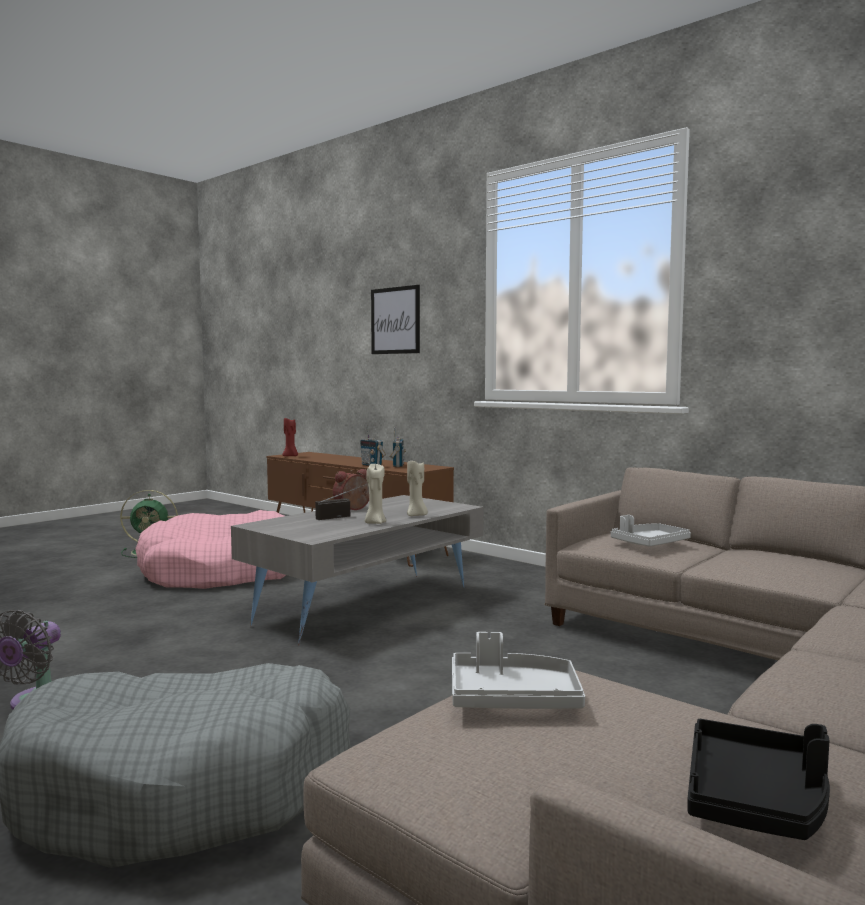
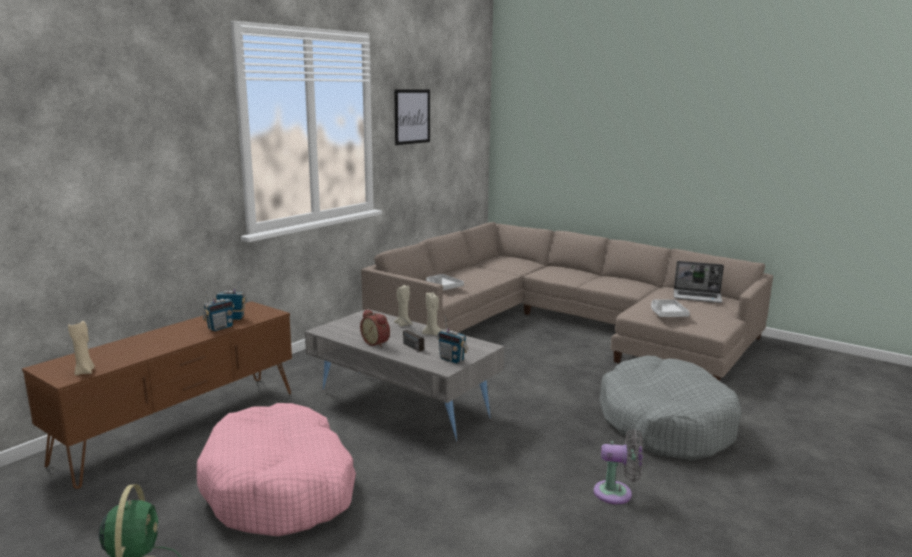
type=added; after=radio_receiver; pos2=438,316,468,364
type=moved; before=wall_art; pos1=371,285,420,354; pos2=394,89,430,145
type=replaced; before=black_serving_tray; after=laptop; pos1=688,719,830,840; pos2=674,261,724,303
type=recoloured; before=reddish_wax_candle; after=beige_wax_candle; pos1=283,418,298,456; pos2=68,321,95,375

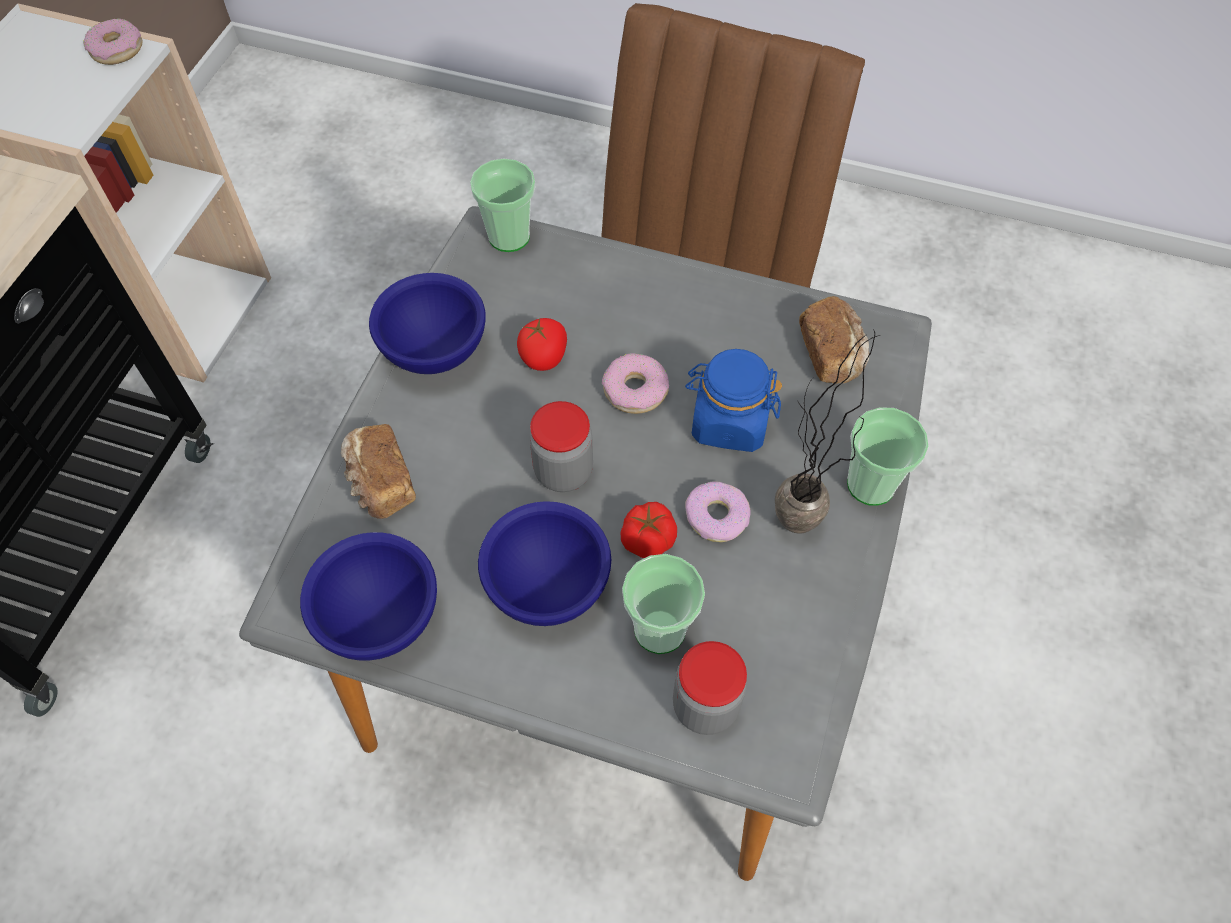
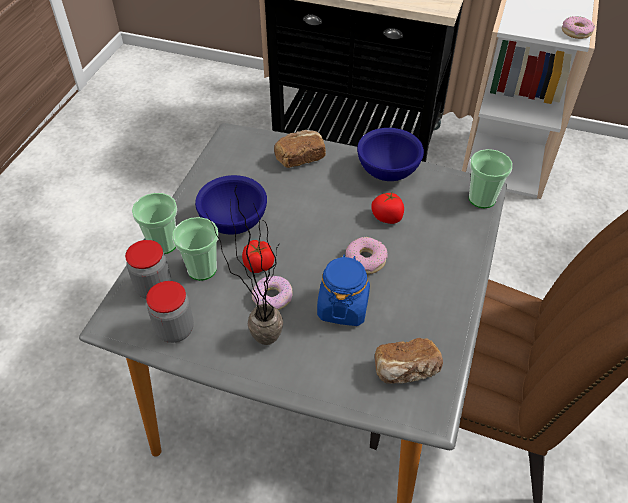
type=removed; before=bluish_deep_dish; pos1=300,532,437,660
type=moved; before=preserve_jar; pos1=529,401,593,492; pos2=146,281,194,343
type=moved; before=cup; pos1=847,407,929,506; pos2=132,193,177,254

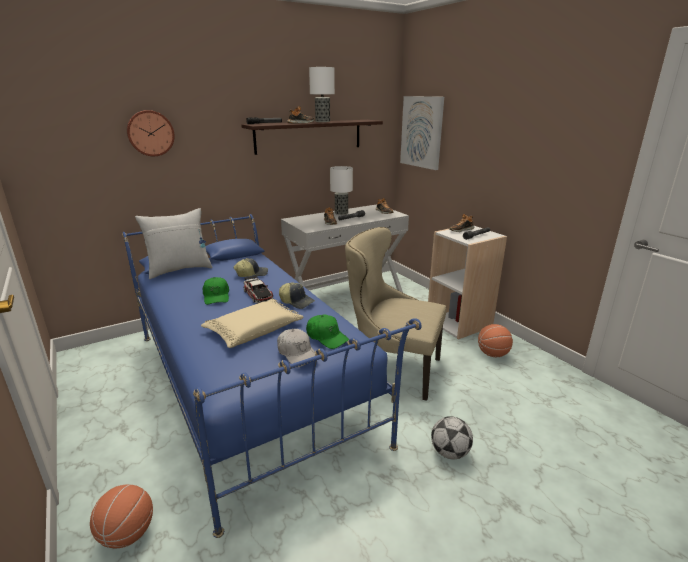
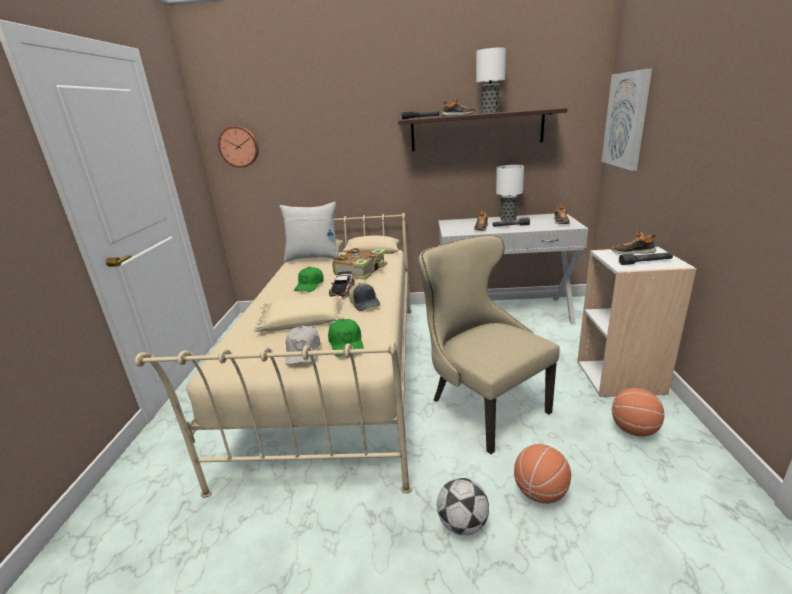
type=moved; before=ball_for_basketball; pos1=90,484,153,548; pos2=514,444,571,504
type=moved; before=hanging_clock; pos1=127,110,175,156; pos2=218,126,259,168
type=replaced; before=baseball_cap; after=book; pos1=234,258,268,277; pos2=332,248,387,280
type=recoloured; before=bluish_bed; after=beige_bed; pos1=122,214,422,538; pos2=135,213,412,498

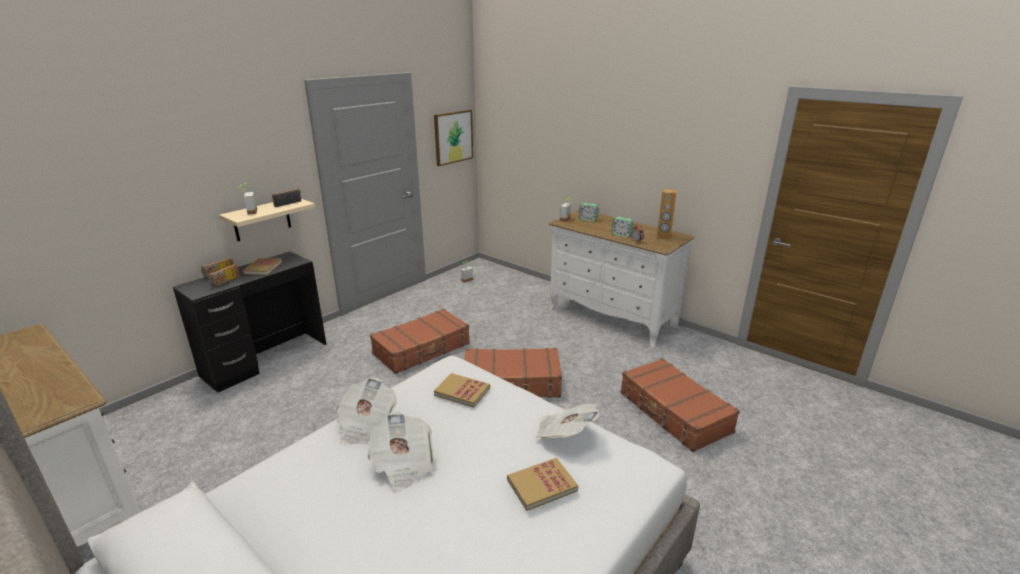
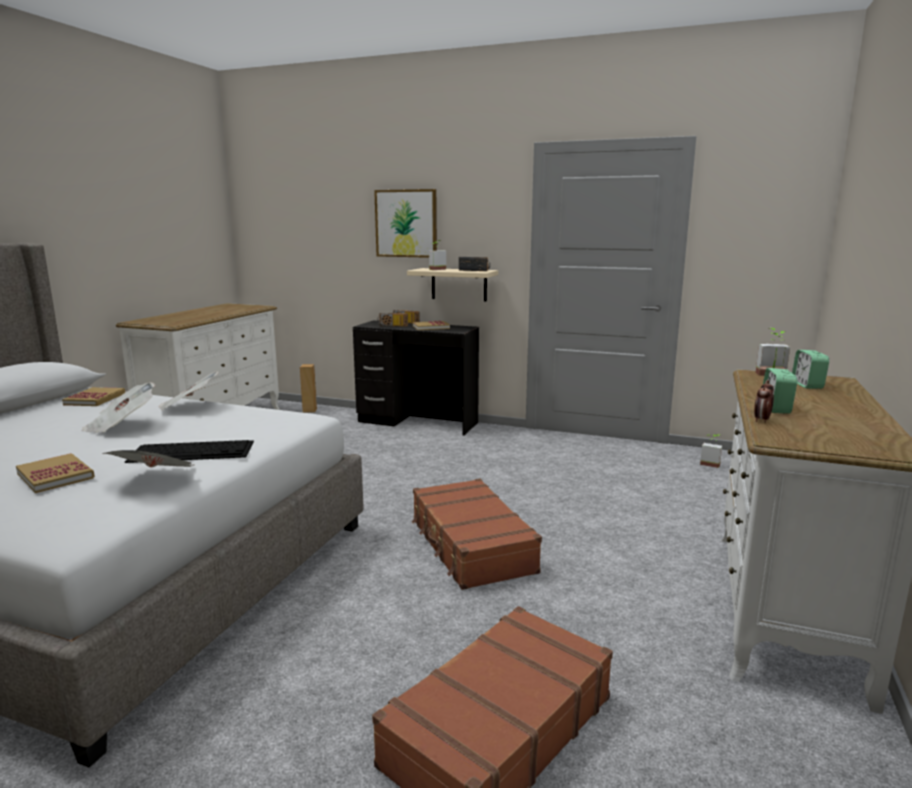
type=removed; before=brown-coloured_suitcase; pos1=370,308,470,374
type=added; after=computer_keyboard; pos2=125,440,254,463
type=moved; before=wall_art; pos1=434,110,473,166; pos2=374,189,437,258
type=moved; before=book; pos1=434,373,490,408; pos2=62,387,125,406
type=moved; before=brown-coloured_audio_speaker; pos1=657,189,677,240; pos2=300,364,317,413

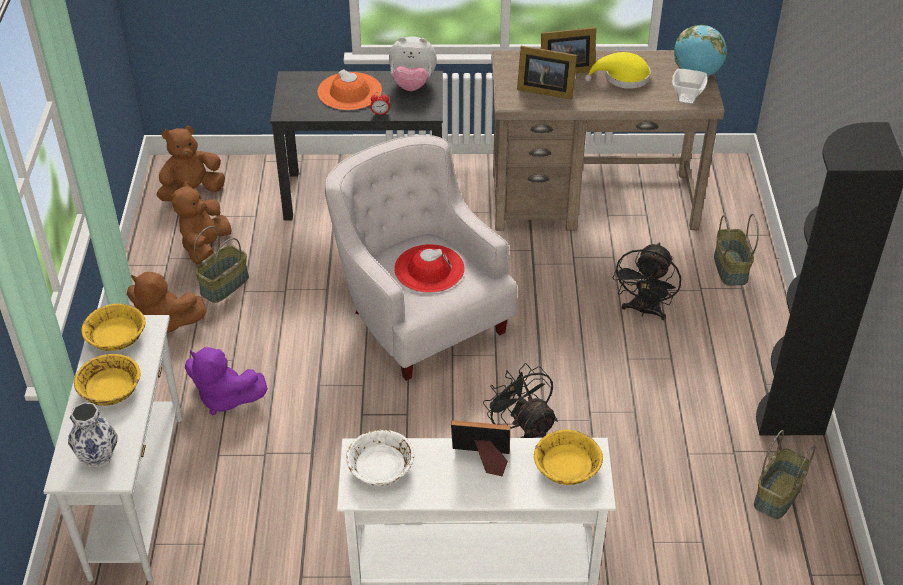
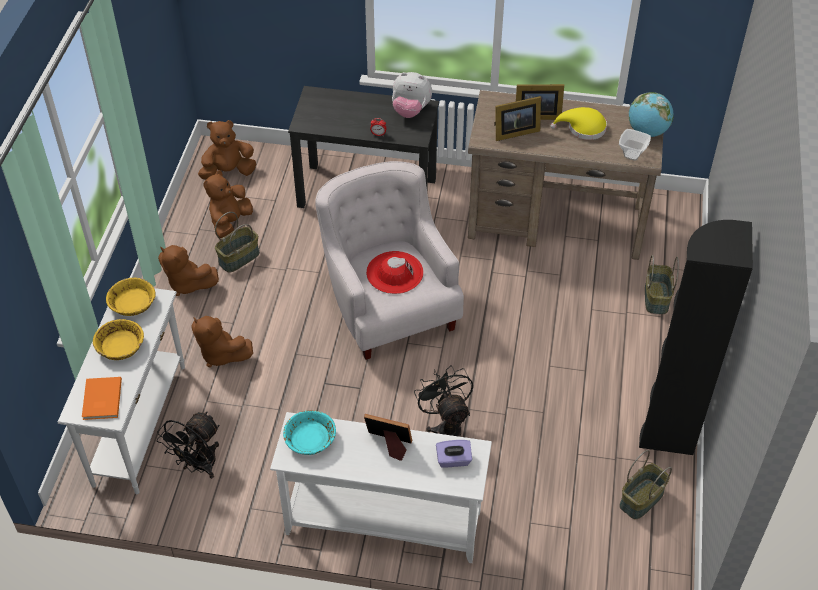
type=removed; before=orange-coloured_hat; pos1=317,69,382,110
type=moved; before=black_fan; pos1=613,242,681,321; pos2=157,412,219,479
type=replaced; before=flower_vase; after=orange-coloured_book; pos1=68,403,117,468; pos2=82,377,122,420
type=replaced; before=yellowish_deep_dish; after=purplish_box_of_tissues; pos1=534,429,603,485; pos2=436,440,472,468
type=recoloured; before=purplish_cuddly_toy; after=brown-coloured_cuddly_toy; pos1=185,347,268,415; pos2=191,316,253,368
type=recoloured; before=whitish_deep_dish; after=turquoise-coloured_deep_dish; pos1=346,430,414,486; pos2=283,410,336,455
type=turned; before=standing_frame; pos1=517,46,577,100; pos2=494,96,541,141; turn=-45

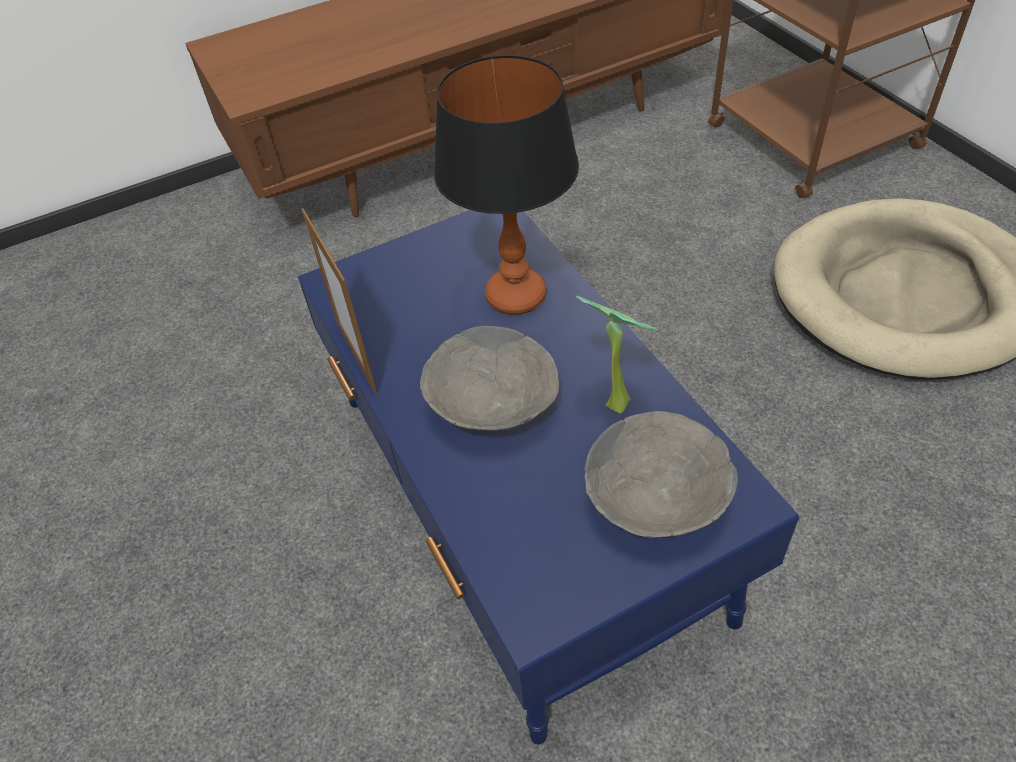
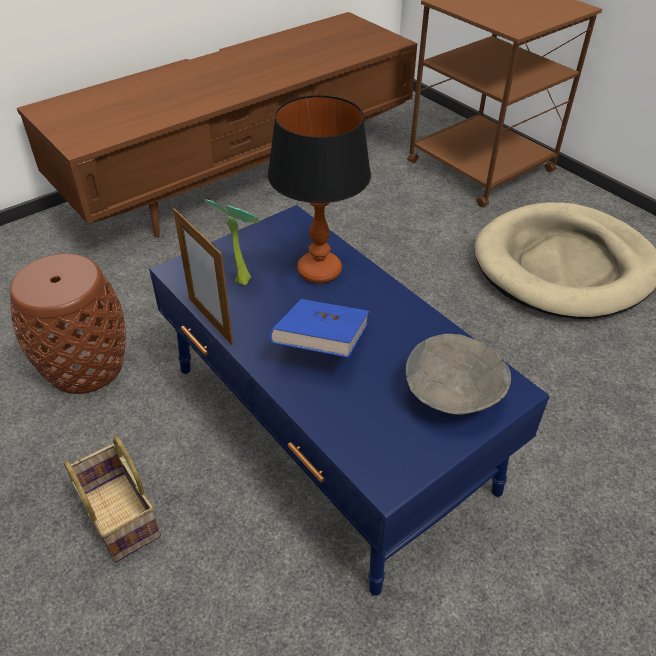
type=added; after=brown-coloured_sitting_stool; pos2=10,254,126,394
type=added; after=storage_basket; pos2=64,436,161,562
type=moved; before=plant_in_a_pot; pos1=576,295,658,414; pos2=205,199,259,285
type=replaced; before=grey_deep_dish; after=bluish_book; pos1=420,326,559,431; pos2=270,299,369,357

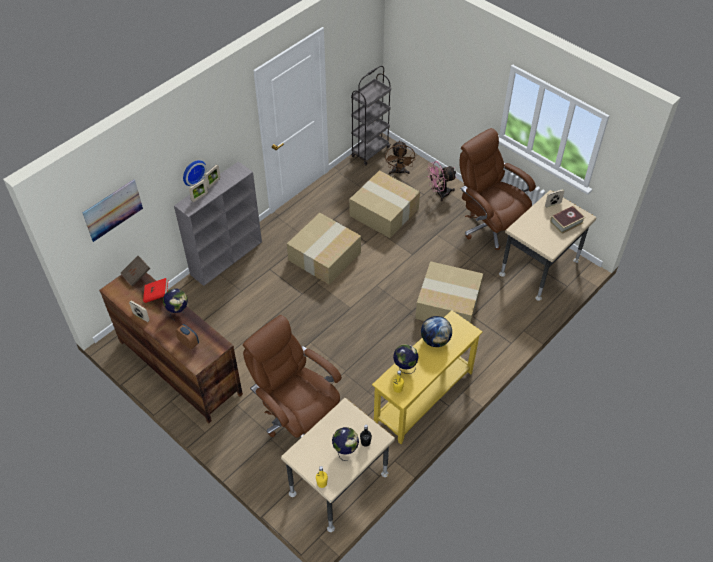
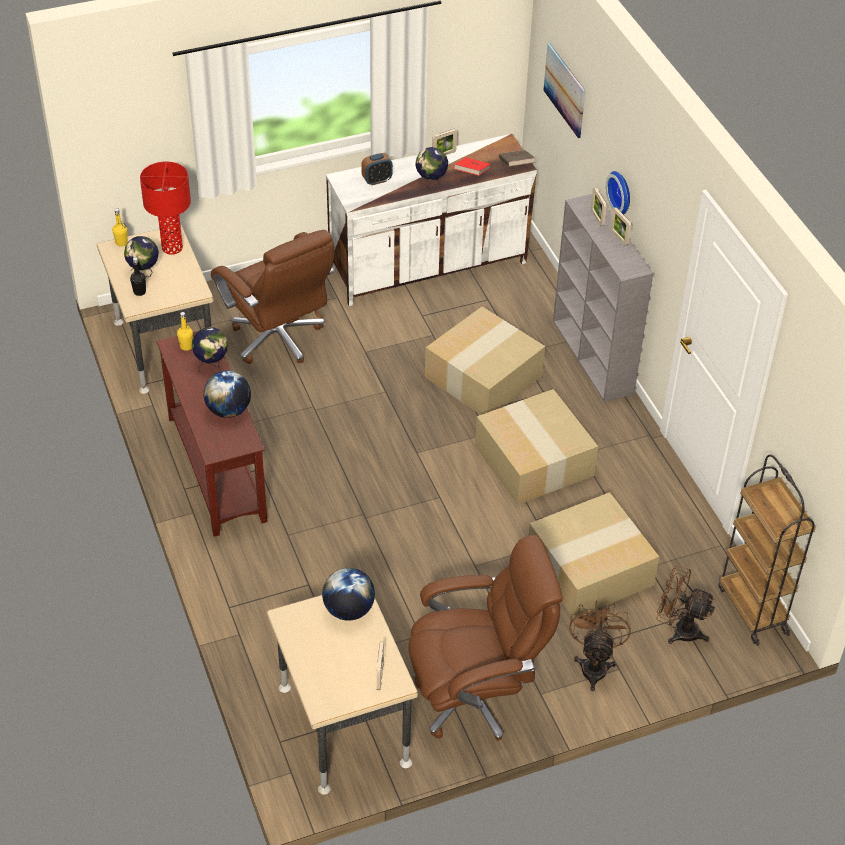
type=removed; before=book; pos1=550,206,585,234
type=added; after=reddish_tabletop_lamp; pos2=140,162,191,255
type=added; after=desk_globe; pos2=322,568,375,621
type=moved; before=packing_box; pos1=415,261,483,323; pos2=425,307,545,415
type=recoloured; before=brown-coloured_storage_cabinet; after=whitish_storage_cabinet; pos1=99,272,243,423; pos2=326,134,537,306
type=recoloured; before=grey_cart; after=brown-coloured_cart; pos1=351,66,391,165; pos2=719,455,816,646
type=recoloured; before=yellowish_hall_table; after=brown-coloured_hall_table; pos1=372,310,483,444; pos2=156,331,268,537
type=recoloured; before=pink-coloured_fan; after=brown-coloured_fan; pos1=428,161,456,201; pos2=569,600,631,691
type=turned; before=brown-coloured_office_chair; pos1=243,315,342,438; pos2=211,230,334,364; turn=75

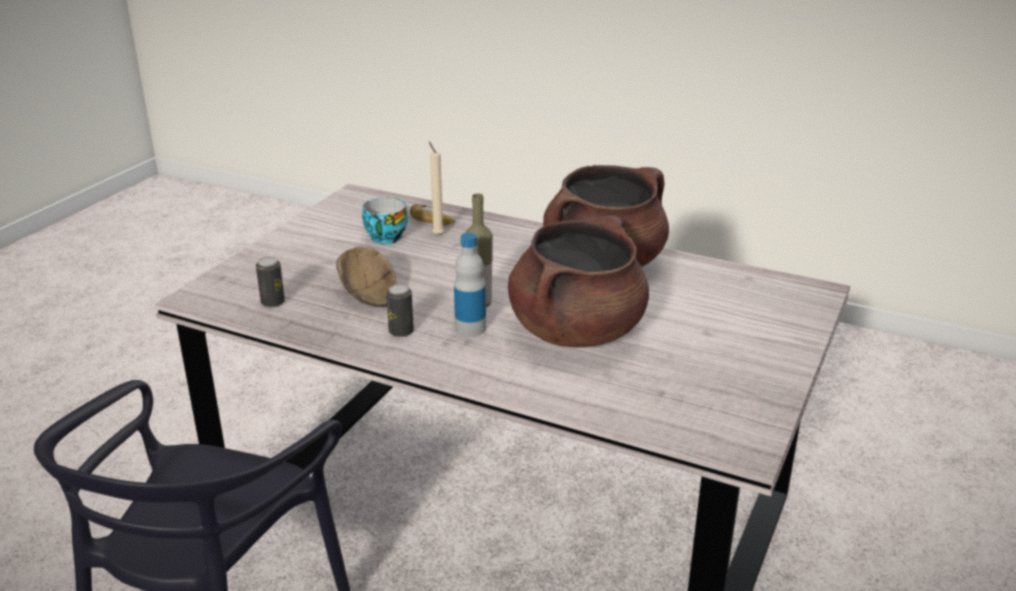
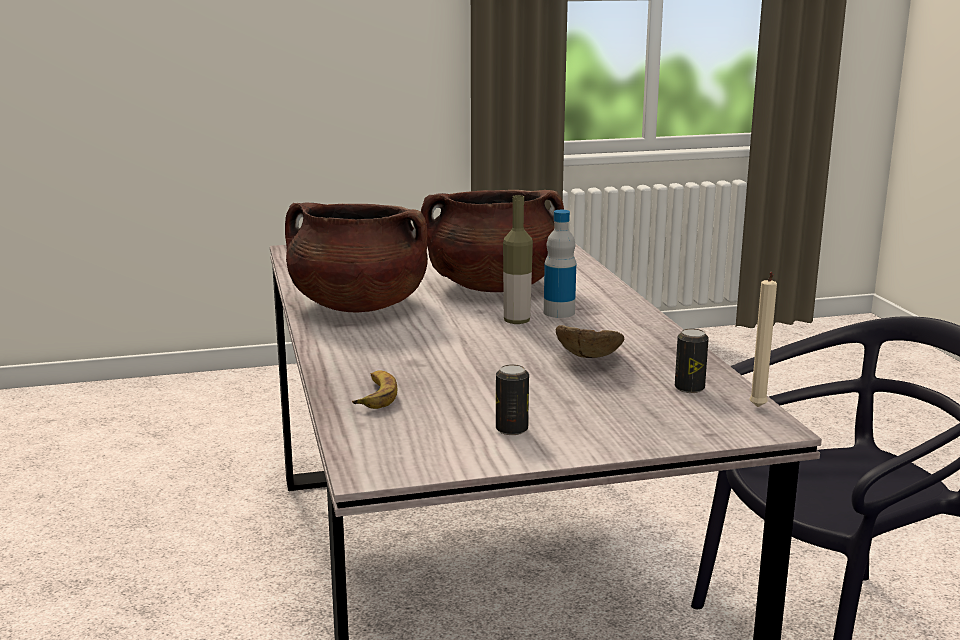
type=removed; before=cup; pos1=362,197,408,244
type=moved; before=can; pos1=386,284,414,337; pos2=496,364,529,435
type=moved; before=beige_wax_candle; pos1=429,141,444,236; pos2=749,272,777,407

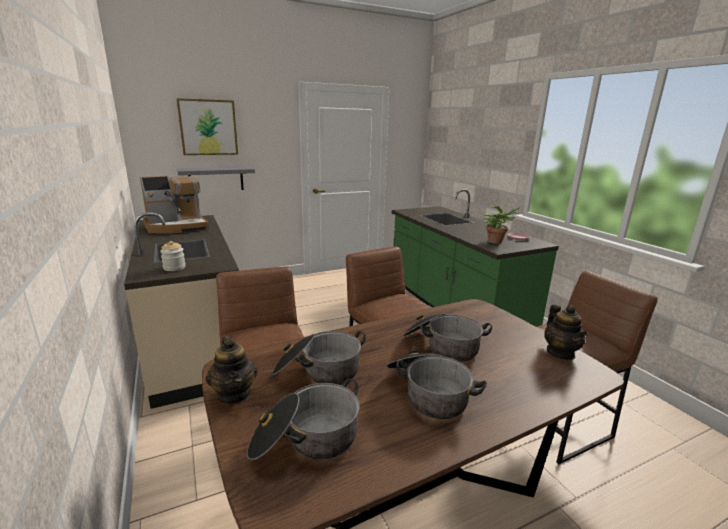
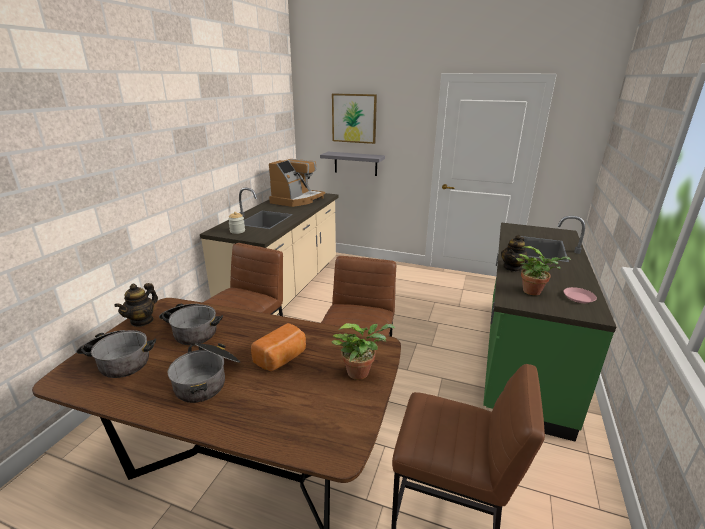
type=added; after=plant_in_a_pot; pos2=331,323,395,380
type=moved; before=tea_pot; pos1=544,304,588,360; pos2=501,235,528,272
type=replaced; before=stockpot; after=bakery_bread; pos1=402,313,493,362; pos2=251,323,306,371
type=turned; before=coffee_maker; pos1=140,176,209,233; pos2=269,159,325,207; turn=-75

